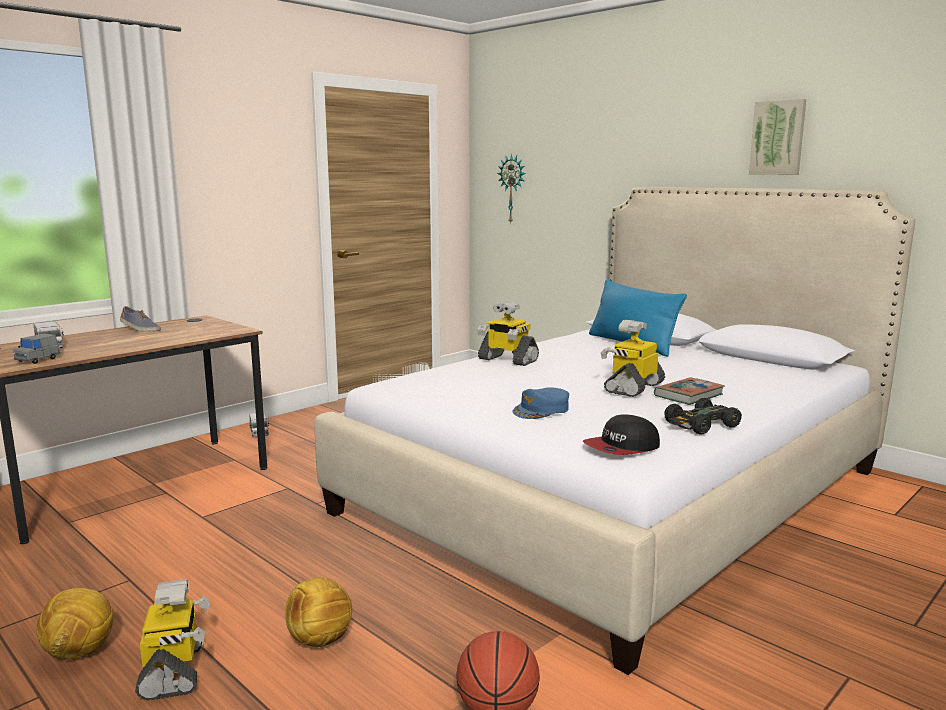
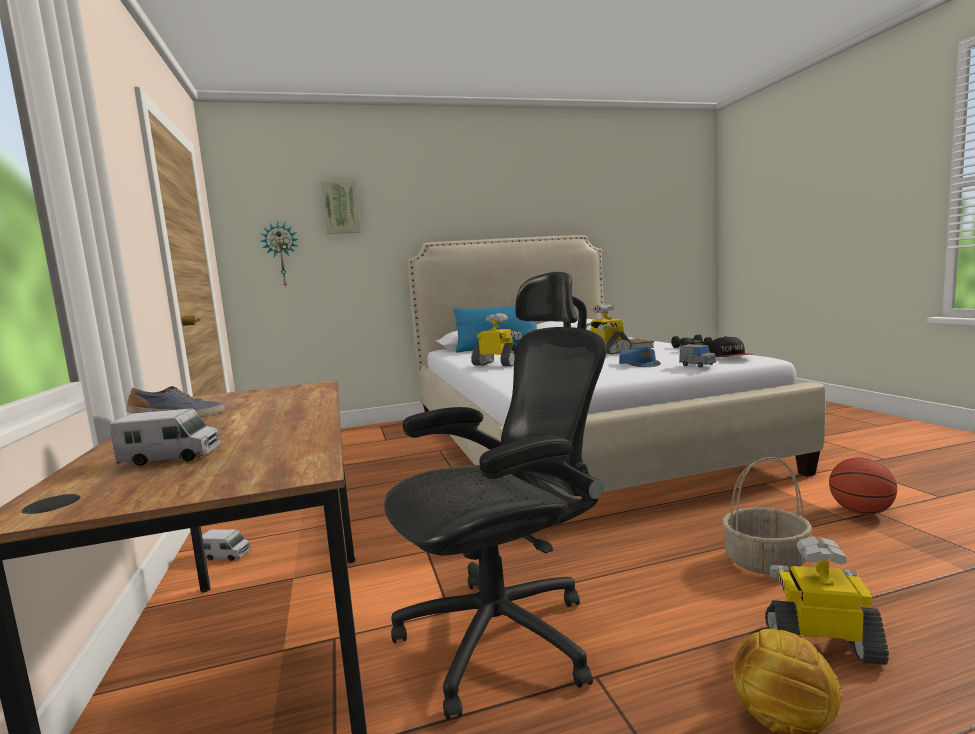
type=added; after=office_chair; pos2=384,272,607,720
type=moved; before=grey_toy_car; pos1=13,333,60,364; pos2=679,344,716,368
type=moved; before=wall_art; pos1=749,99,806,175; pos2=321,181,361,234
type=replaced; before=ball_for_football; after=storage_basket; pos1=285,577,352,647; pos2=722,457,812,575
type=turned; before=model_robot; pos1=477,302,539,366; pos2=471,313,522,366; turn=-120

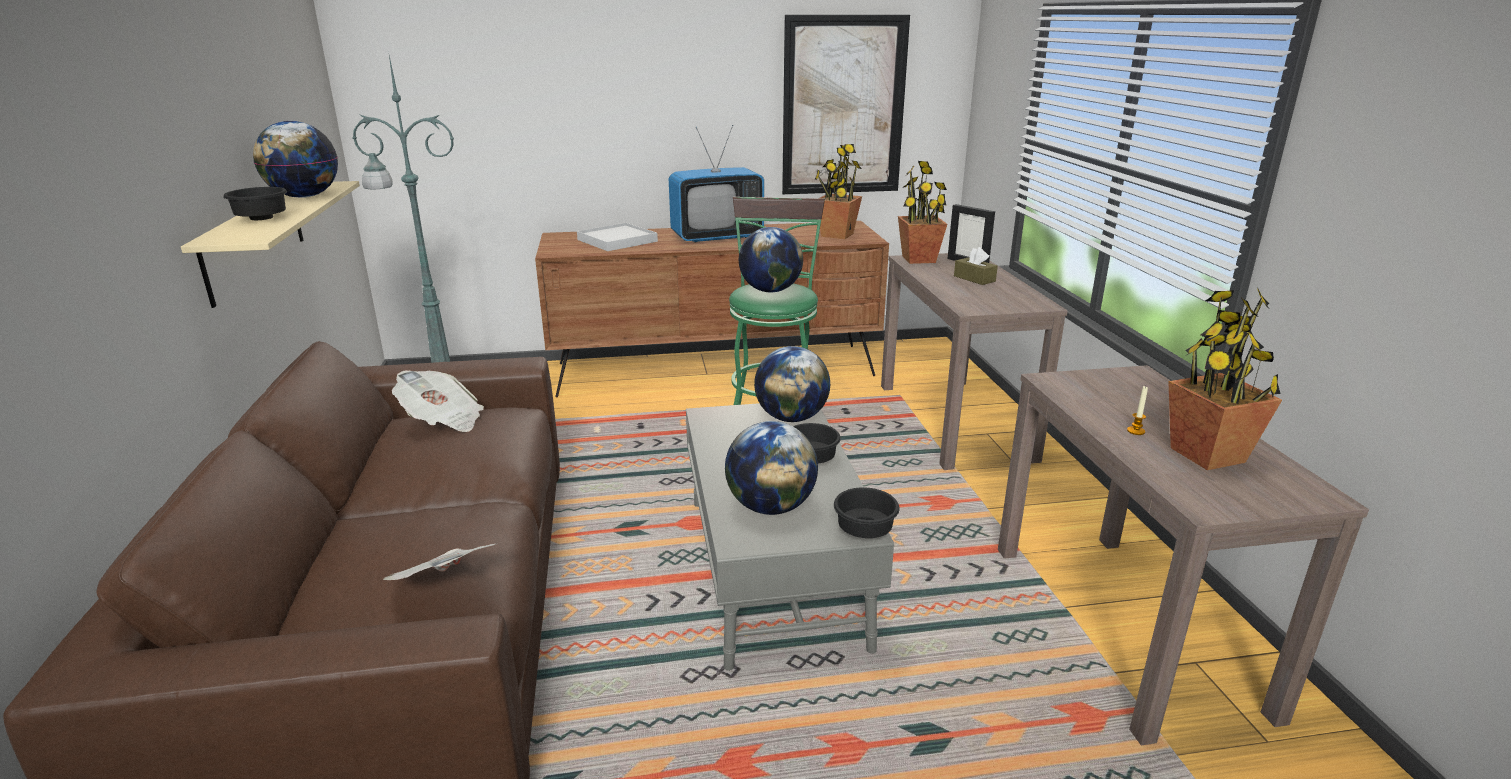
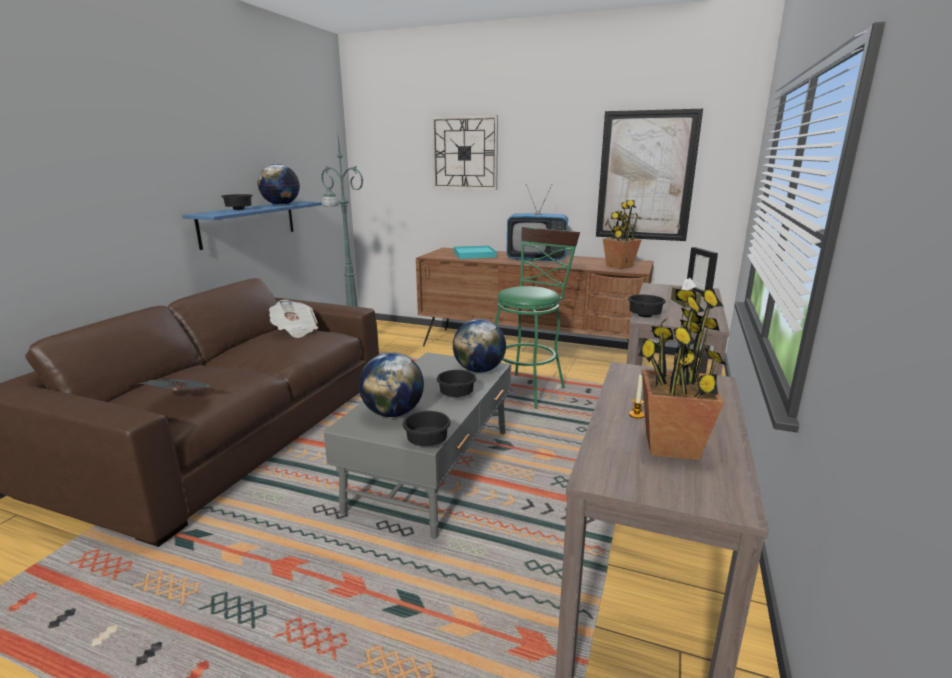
type=removed; before=desk_globe; pos1=739,227,803,292
type=removed; before=plant_in_a_pot; pos1=898,161,947,264
type=added; after=hanging_clock; pos2=432,115,498,190
type=added; after=black_deep_dish; pos2=628,295,666,317
type=recoloured; before=beige_bracket_shelf; after=bluish_bracket_shelf; pos1=181,181,360,308; pos2=182,201,322,250
type=recoloured; before=whitish_serving_tray; after=turquoise-coloured_serving_tray; pos1=577,223,658,251; pos2=454,246,497,259

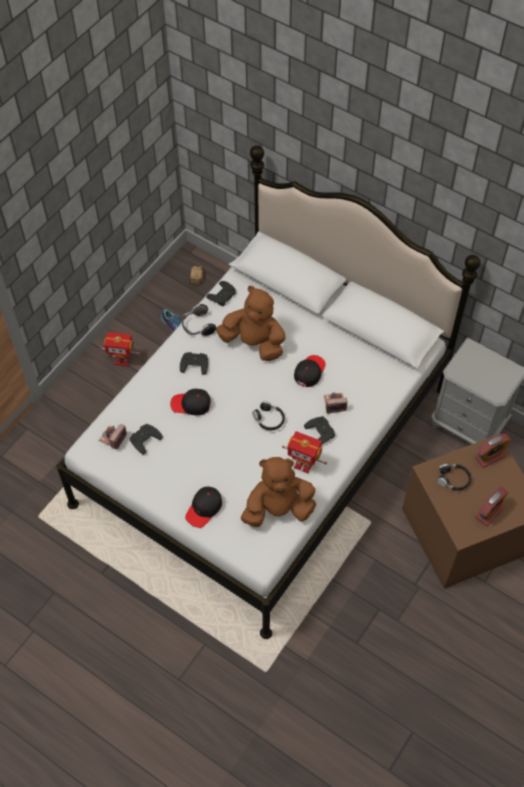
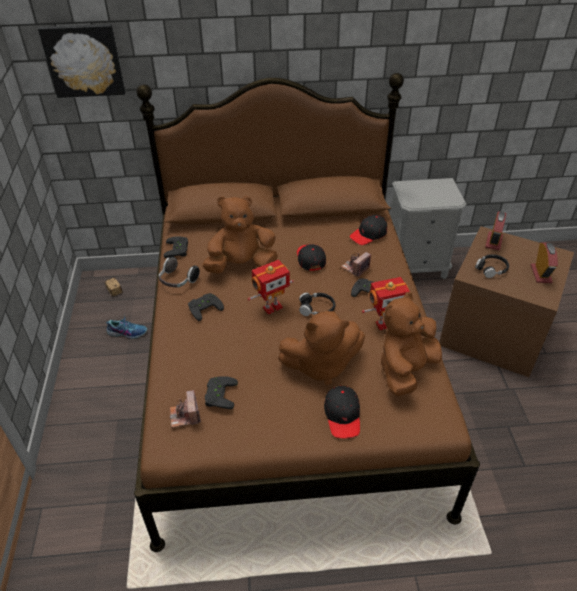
type=added; after=wall_art; pos2=38,24,125,98
type=added; after=brown-coloured_cuddly_toy; pos2=278,311,365,385
type=moved; before=model_robot; pos1=100,332,140,366; pos2=248,260,294,314
type=moved; before=black_baseball_cap; pos1=170,389,211,415; pos2=350,215,387,245
type=recoloured; before=whitish_bed; after=brown-coloured_bed; pos1=56,145,481,639; pos2=134,73,480,552

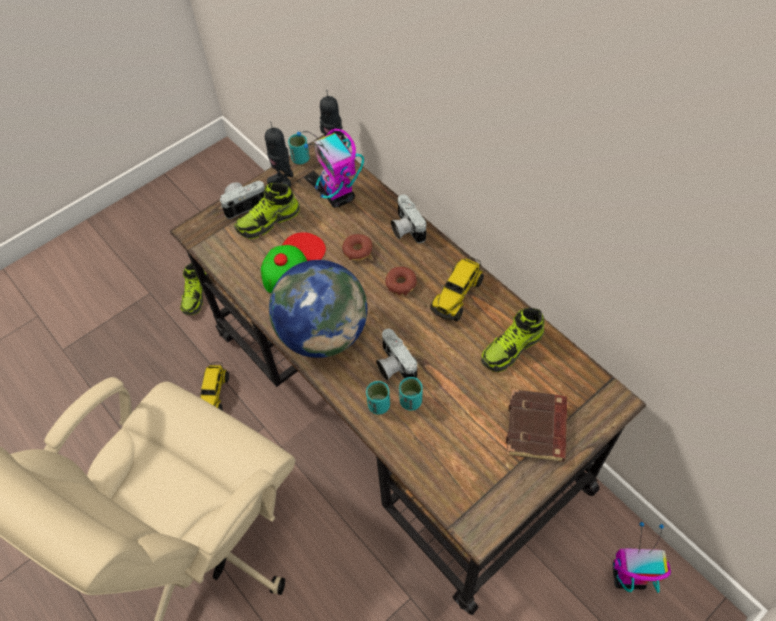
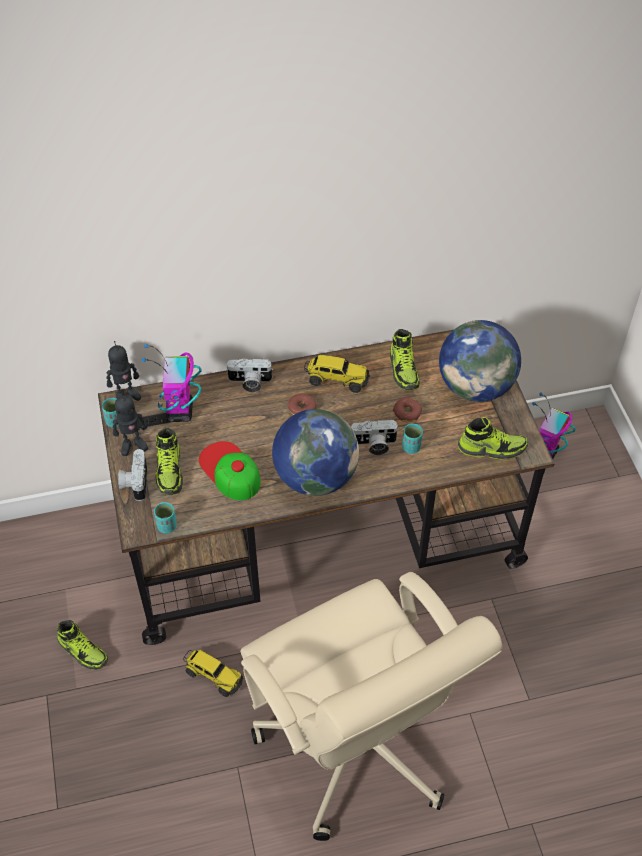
type=added; after=item_of_footwear; pos2=458,417,528,460
type=moved; before=doughnut; pos1=342,234,372,260; pos2=393,397,422,423
type=moved; before=turquoise-coloured_cup; pos1=366,381,390,415; pos2=154,502,177,534
type=replaced; before=brown-coloured_book; after=desk_globe; pos1=506,389,567,462; pos2=439,320,521,402
type=turned; before=model_robot; pos1=297,129,364,208; pos2=142,344,202,422; turn=90
type=turned; before=toy_lorry; pos1=430,257,484,321; pos2=304,355,370,393; turn=-45

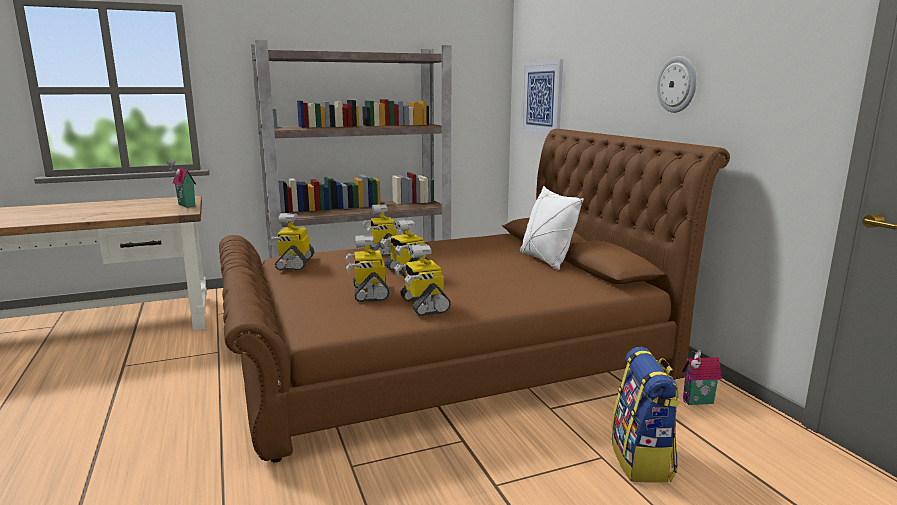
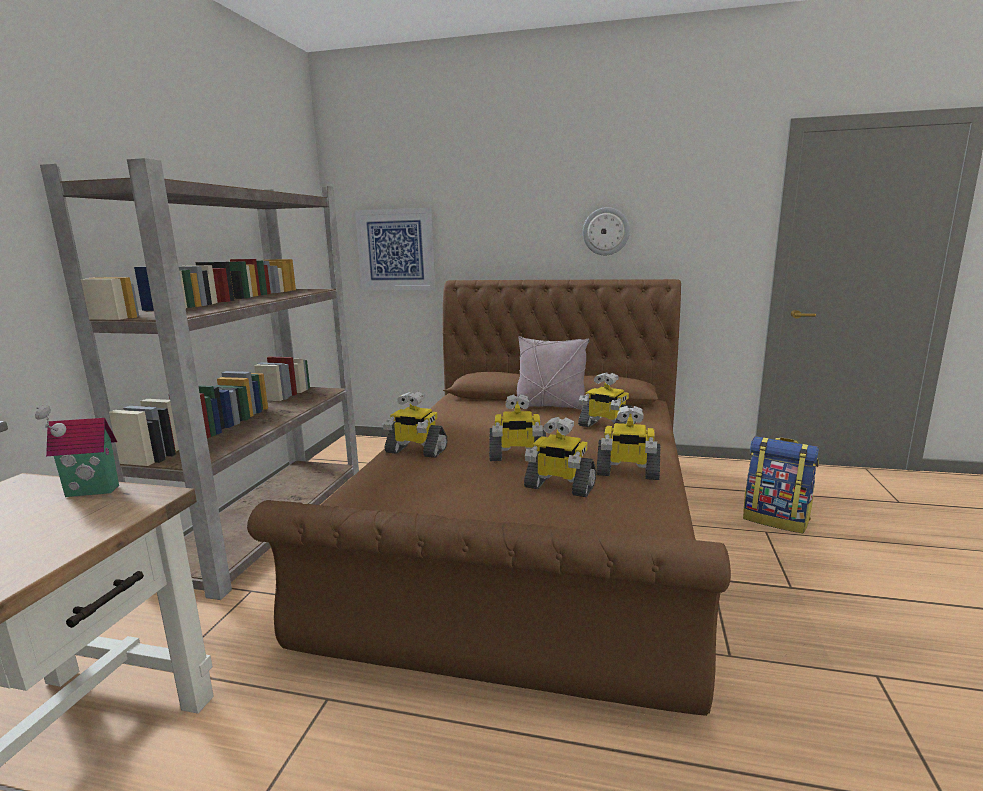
type=removed; before=miniature_house; pos1=682,350,722,405
type=moved; before=model_robot; pos1=268,213,315,270; pos2=578,372,635,427
type=recoloured; before=whitish_cushion; after=purplish_cushion; pos1=520,186,584,270; pos2=514,336,589,410

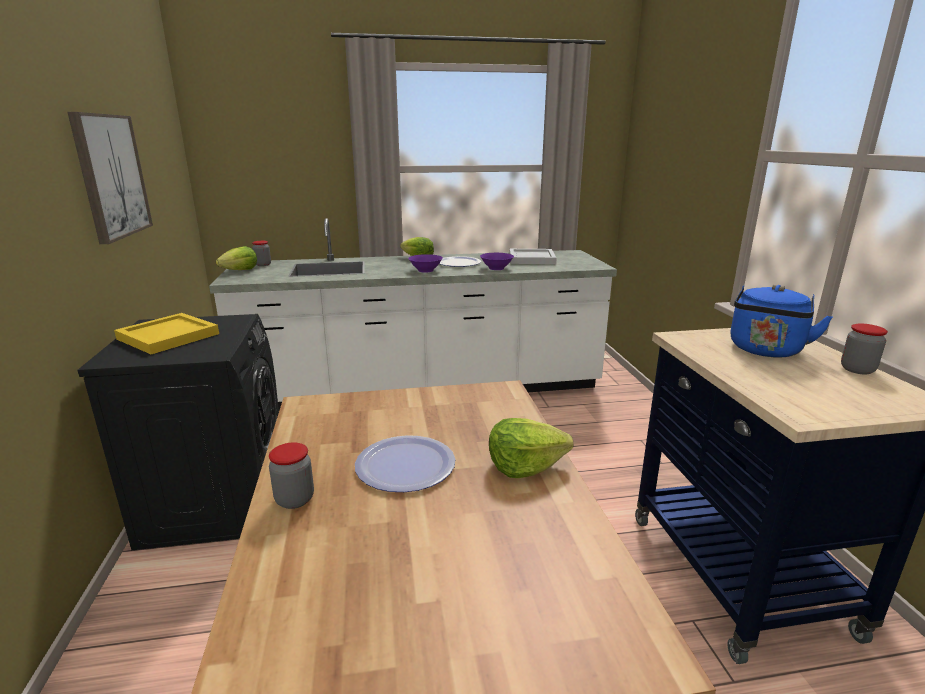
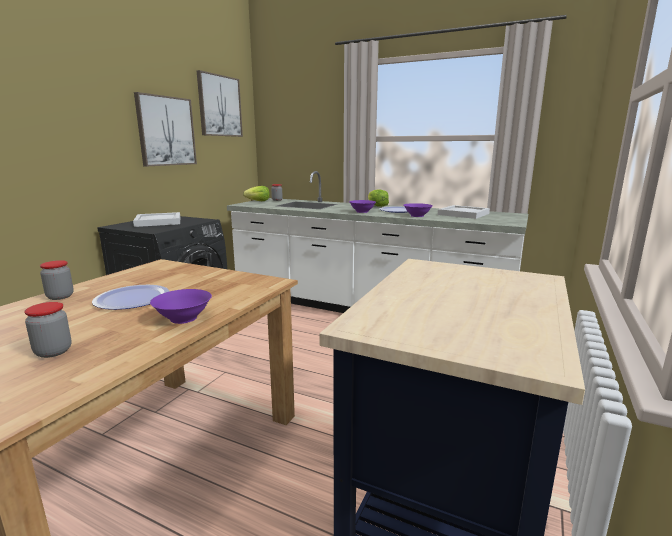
type=removed; before=bluish_kettle; pos1=731,285,833,358
type=added; after=wall_art; pos2=197,70,243,137
type=moved; before=preserve_jar; pos1=841,323,888,375; pos2=24,302,72,358
type=replaced; before=lettuce_head; after=purplish_deep_dish; pos1=489,418,573,478; pos2=150,289,212,324
type=recoloured; before=yellowish_serving_tray; after=whitish_serving_tray; pos1=114,313,219,354; pos2=133,212,180,227

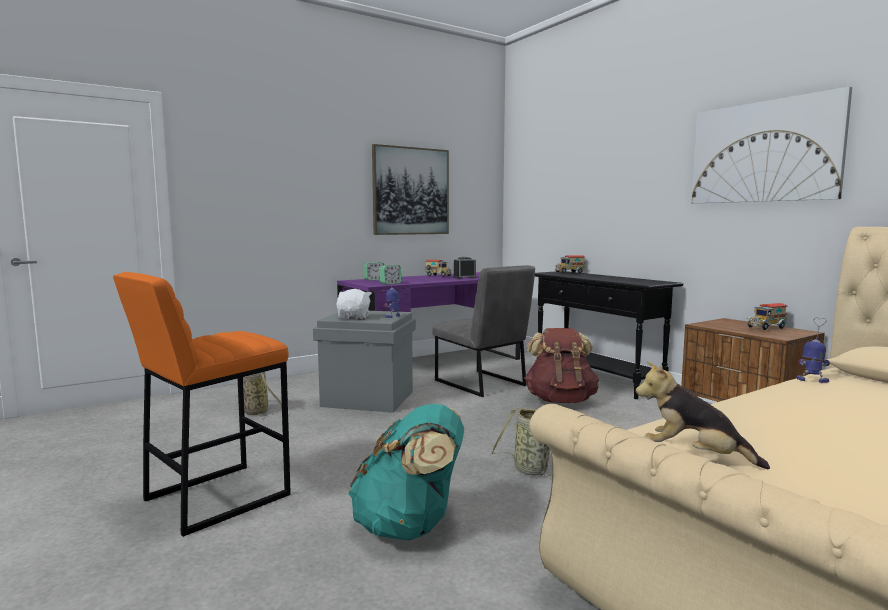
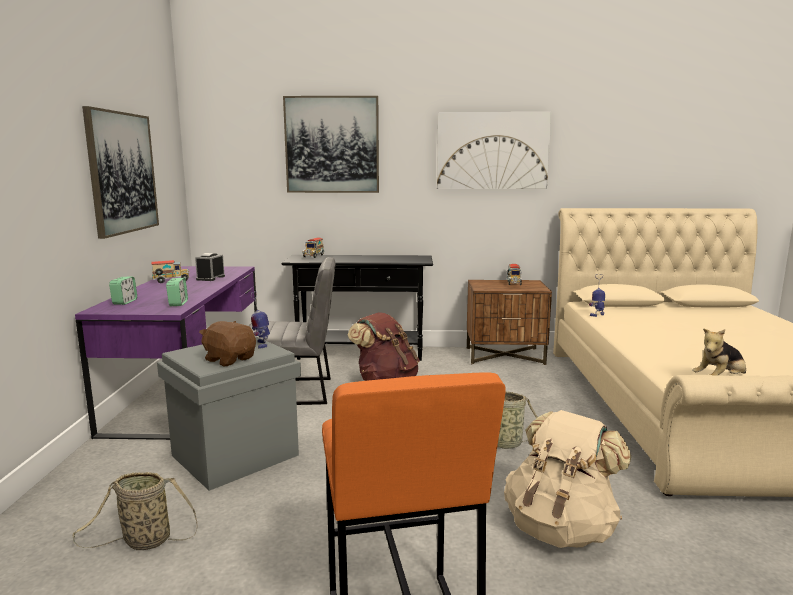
type=added; after=wall_art; pos2=283,96,379,193
type=recoloured; before=whitish_cuddly_toy; after=brown-coloured_cuddly_toy; pos1=336,289,372,320; pos2=199,321,256,366
type=recoloured; before=turquoise-coloured_knapsack; after=beige_knapsack; pos1=348,404,464,540; pos2=504,410,631,548

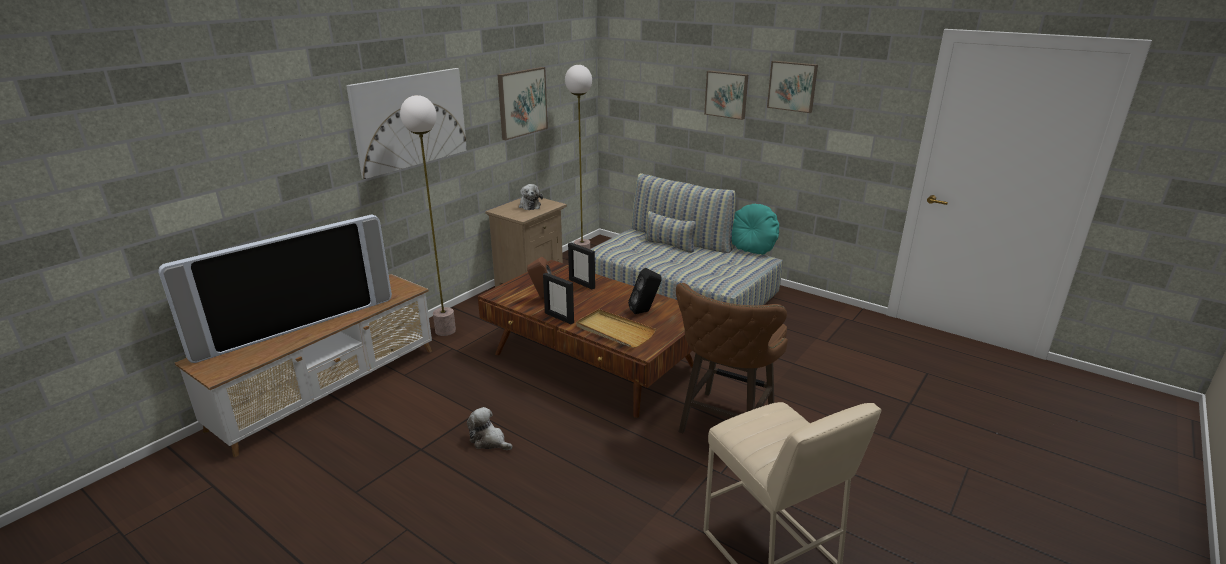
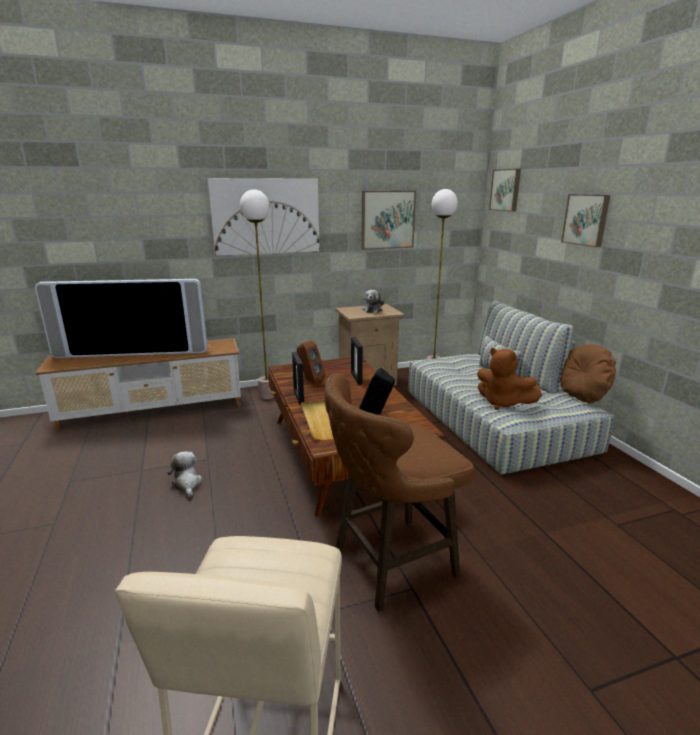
type=added; after=brown-coloured_cuddly_toy; pos2=477,348,542,410
type=moved; before=wall_art; pos1=767,61,818,113; pos2=489,169,521,212
type=recoloured; before=turquoise-coloured_cushion; after=brown-coloured_cushion; pos1=732,203,779,255; pos2=560,344,616,404

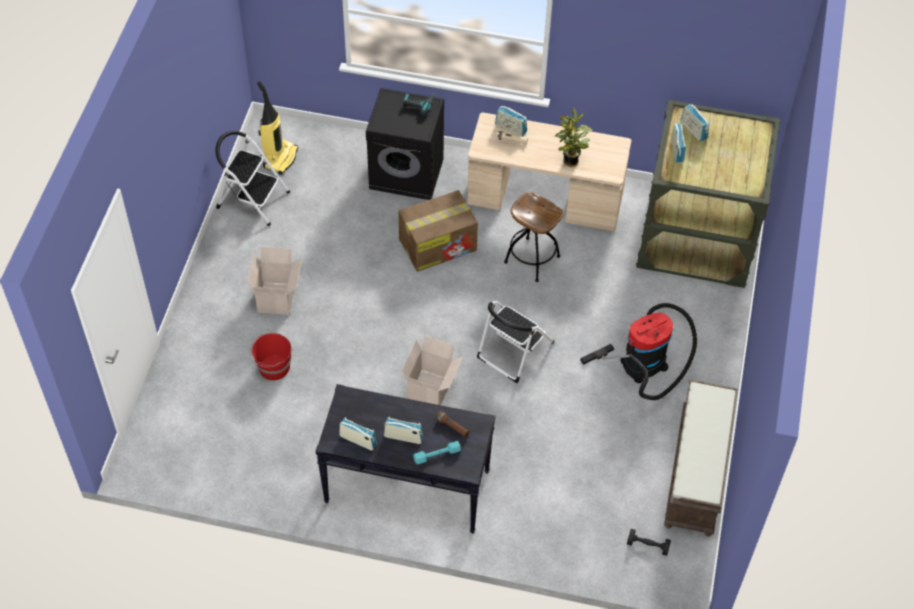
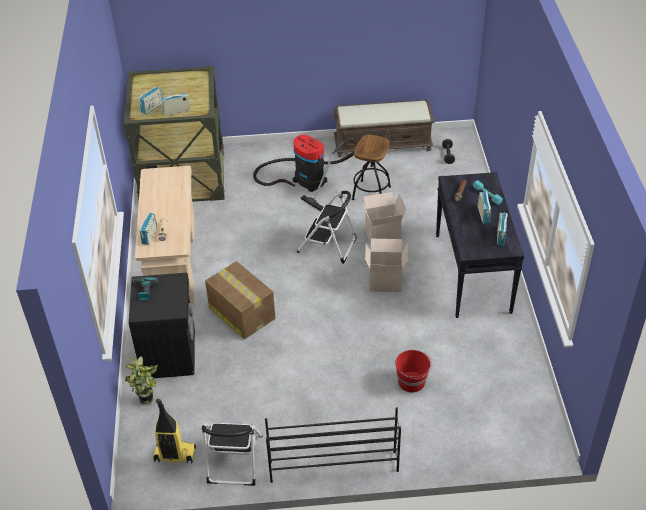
type=added; after=black_shoe_stand; pos2=265,407,401,483
type=moved; before=packing_box; pos1=248,246,302,315; pos2=361,192,407,243
type=moved; before=brown-coloured_sitting_stool; pos1=504,192,564,282; pos2=352,135,391,200
type=moved; before=plant_in_a_pot; pos1=555,107,593,167; pos2=125,356,158,406

